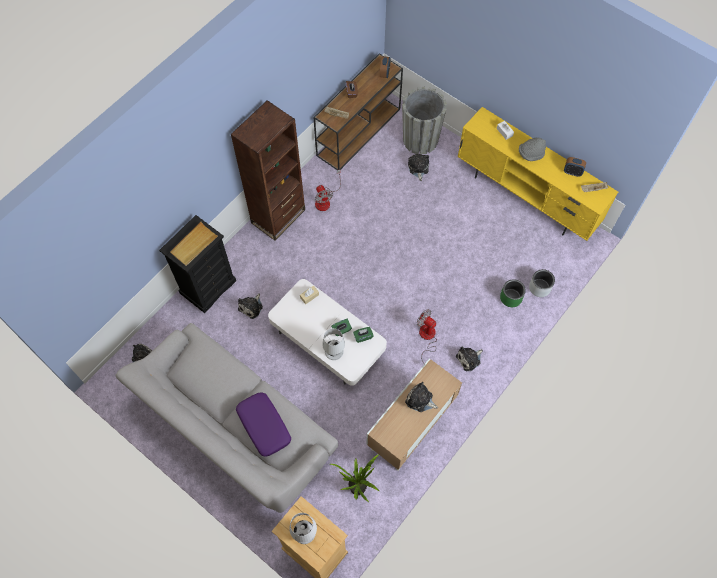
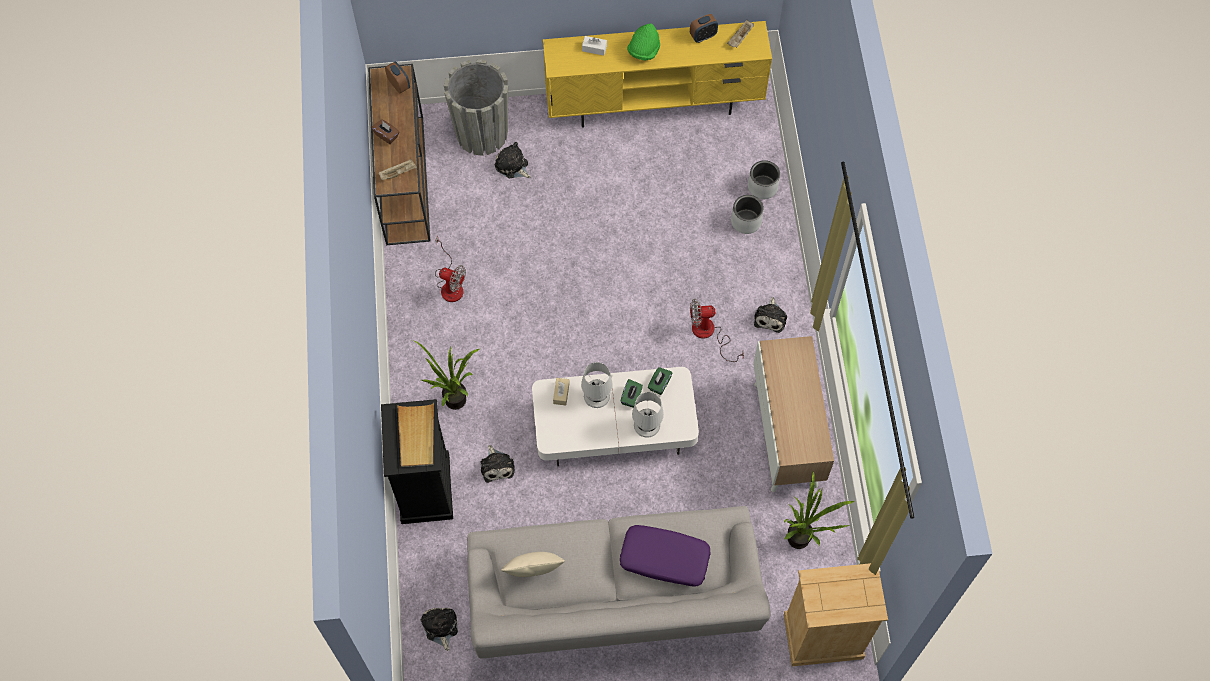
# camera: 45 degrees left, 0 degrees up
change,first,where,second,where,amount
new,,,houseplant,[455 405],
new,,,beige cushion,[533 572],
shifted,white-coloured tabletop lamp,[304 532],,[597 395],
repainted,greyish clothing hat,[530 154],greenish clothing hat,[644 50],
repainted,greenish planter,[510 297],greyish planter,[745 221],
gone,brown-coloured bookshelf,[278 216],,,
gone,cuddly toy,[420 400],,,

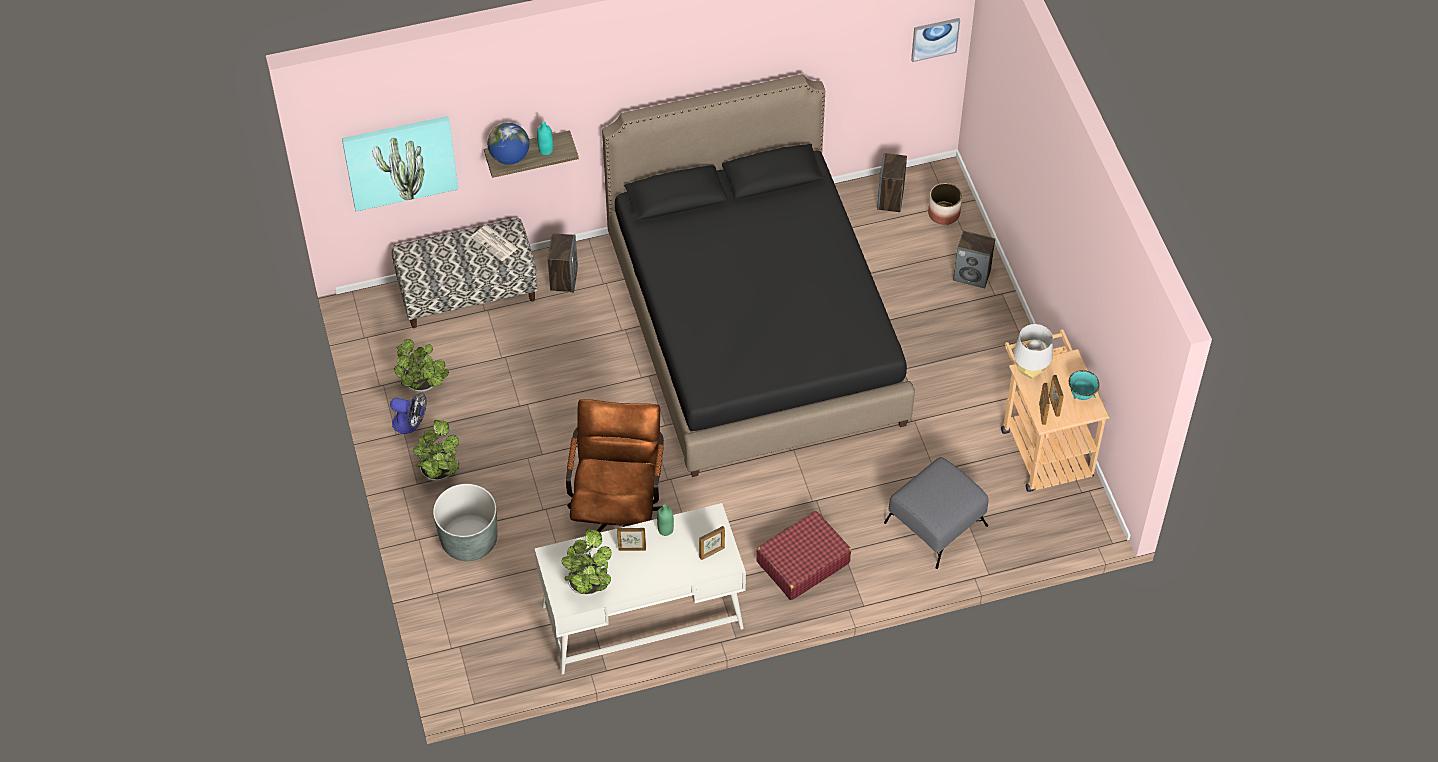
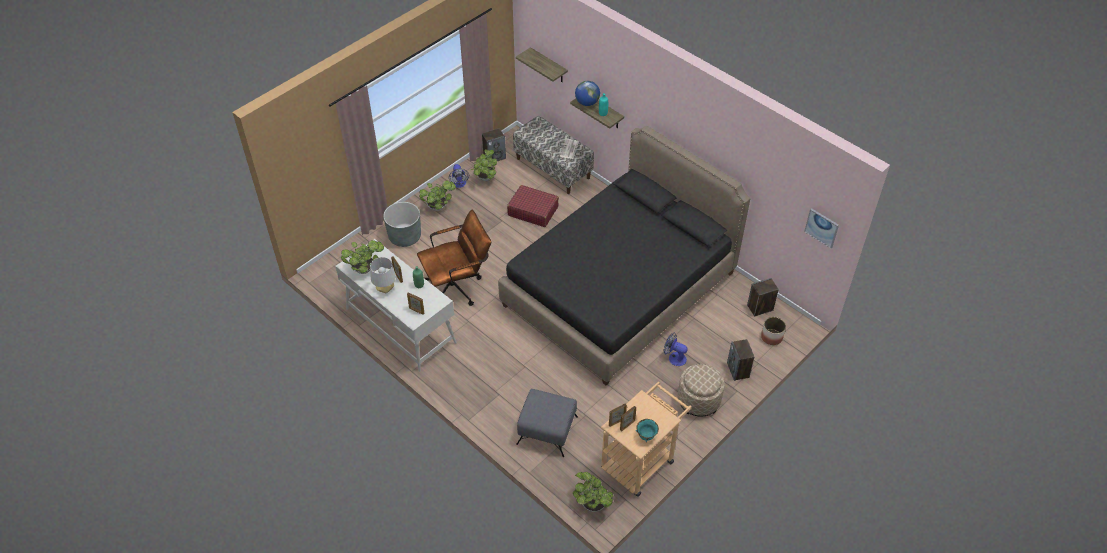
# camera: 60 degrees right, 5 degrees down
change,first,where,second,where,amount
shifted,greyish tabletop lamp,[1030 371],,[385 289],
shifted,audio speaker,[563 278],,[494 157],
shifted,red suitcase,[802 562],,[533 211],
swapped,wall art,[400 161],shelf,[549 66],
new,,,houseplant,[592 503],
new,,,fan,[674 357],
new,,,beige ottoman,[698 400],

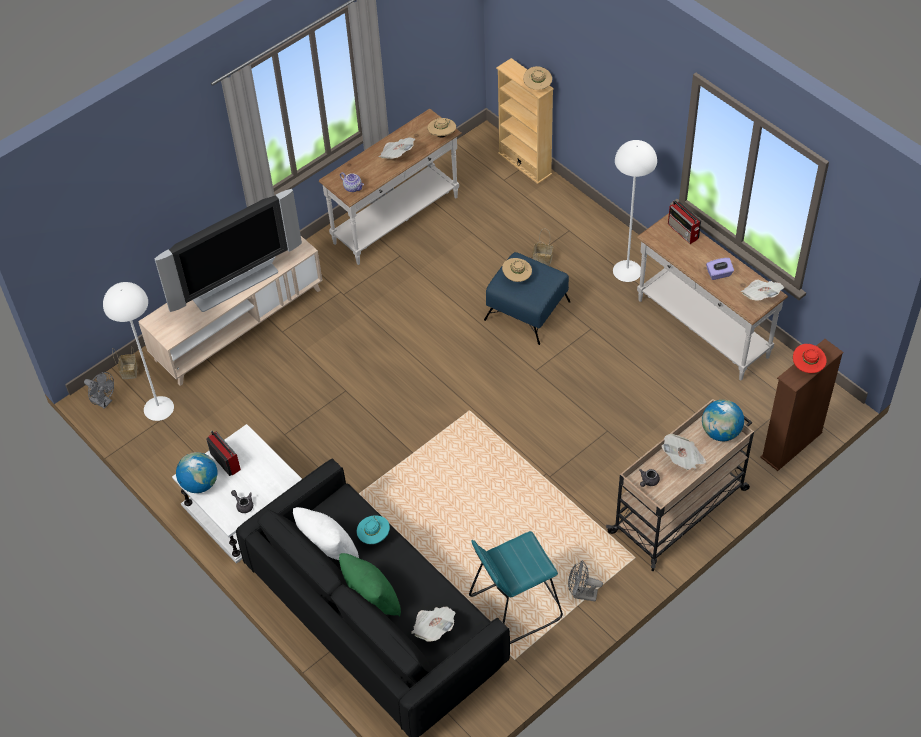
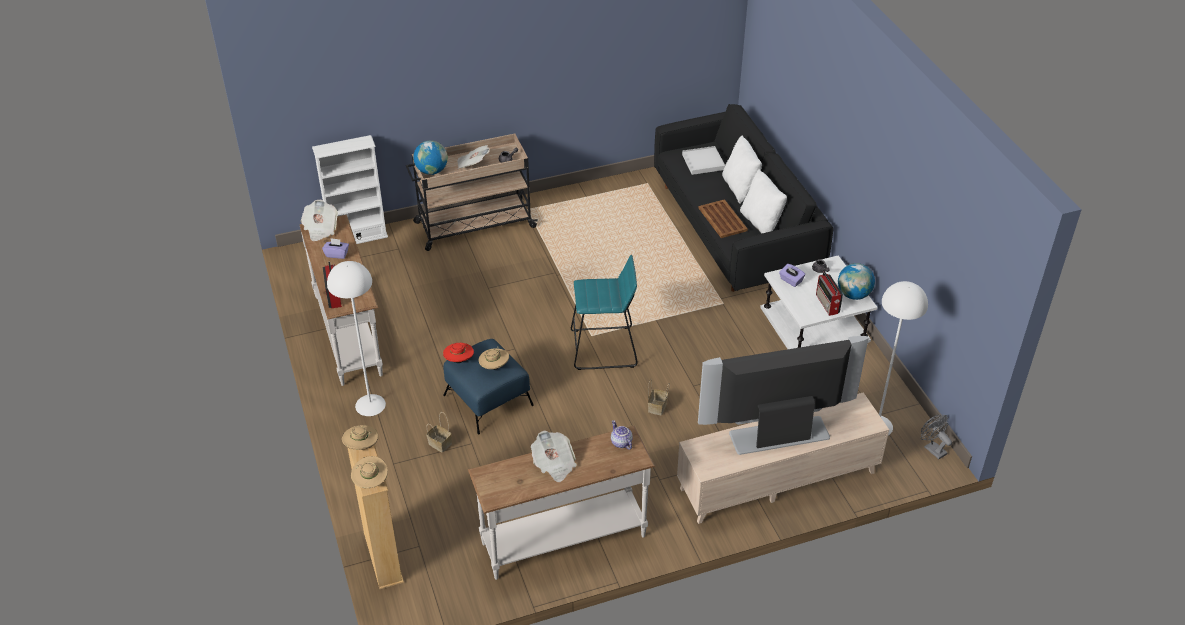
# camera: 160 degrees left, 10 degrees down
change,first,where,second,where,amount
repainted,brown-coloured bookshelf,[791 445],white-coloured bookshelf,[358 237],
shifted,beige clothing hat,[442 135],,[370 482],
shifted,red clothing hat,[807 366],,[459 360],
shifted,blue-green stool seat,[515 607],,[603 348],
shifted,basket,[129 370],,[657 408],
swapped,printed paper,[433 628],white-coloured serving tray,[703 162],
swapped,blue-green clothing hat,[374 536],brown-coloured serving tray,[722 220],
repainted,greenish cushion,[372 599],white-coloured cushion,[740 188],
new,,,purple-coloured tissue box,[791 280],
gone,greyish fan,[581 594],,,

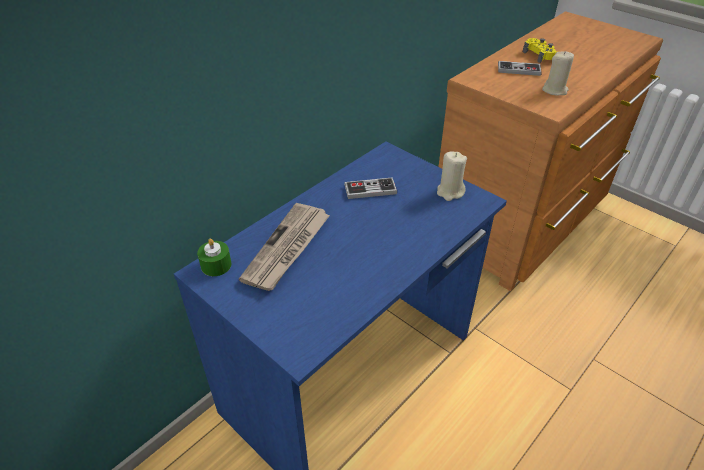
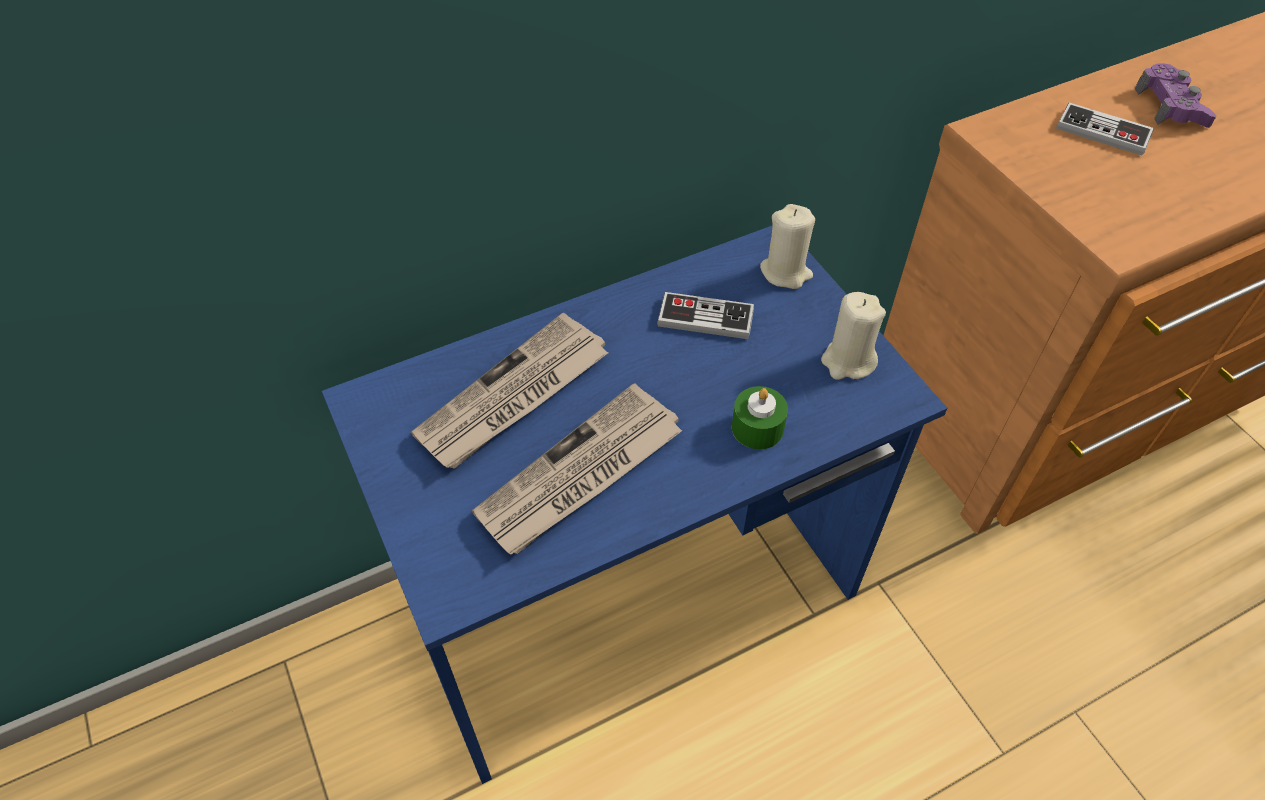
# camera: 20 degrees right, 10 degrees up
change,first,where,second,where,amount
new,,,printed paper,[580 474],
shifted,greenish wax light,[216 265],,[757 428],
shifted,beige wax light,[555 90],,[785 272],
repainted,yellow-coloured game controller,[541 55],purple-coloured game controller,[1171 106],

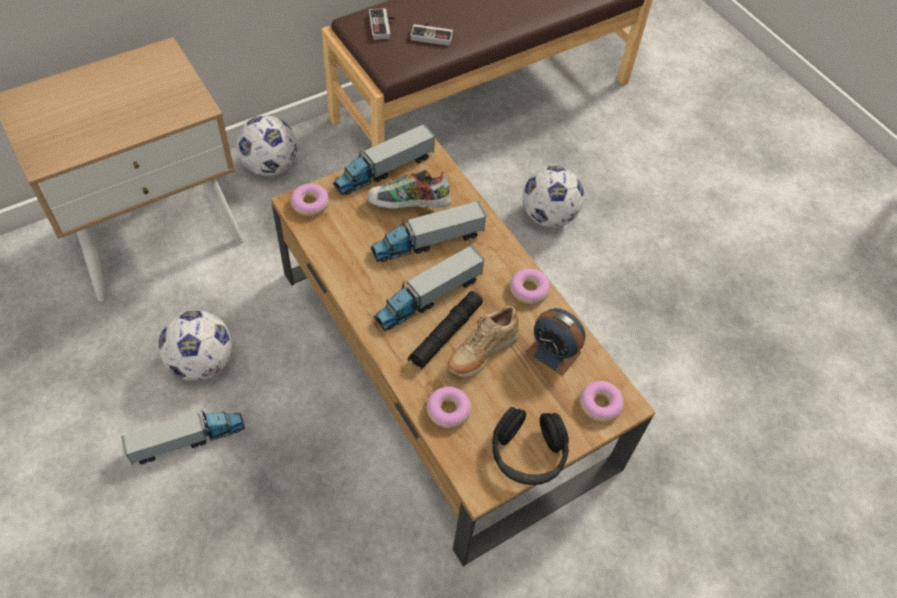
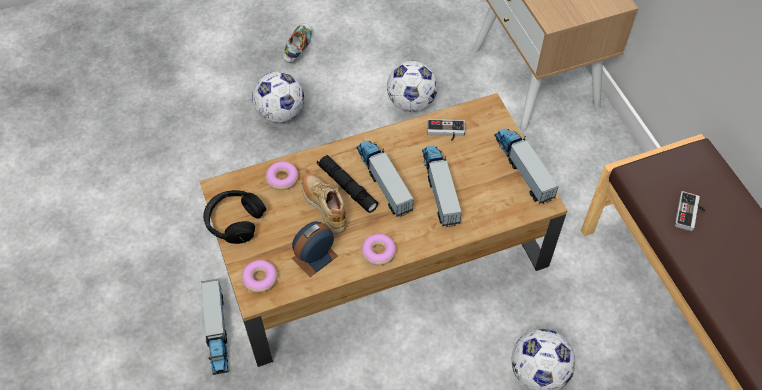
# camera: 105 degrees right, 0 degrees up
change,first,where,second,where,amount
shifted,model truck,[188 440],,[217 331],
shifted,ball for football,[270 166],,[281 113],
shifted,low shoe,[408 206],,[298 49],
shifted,game controller,[383 26],,[445 132],
gone,ring doughnut,[310 203],,,

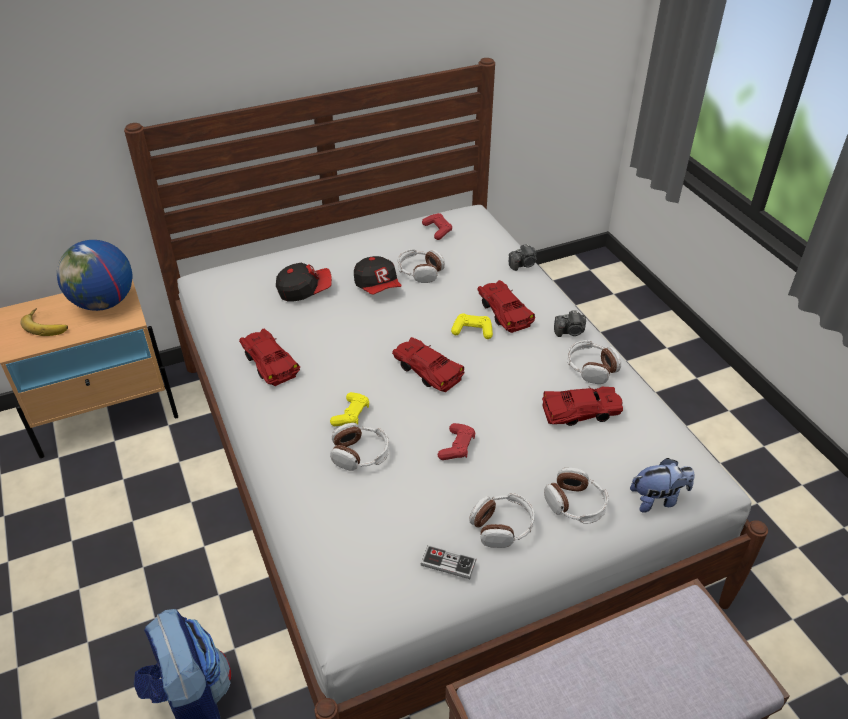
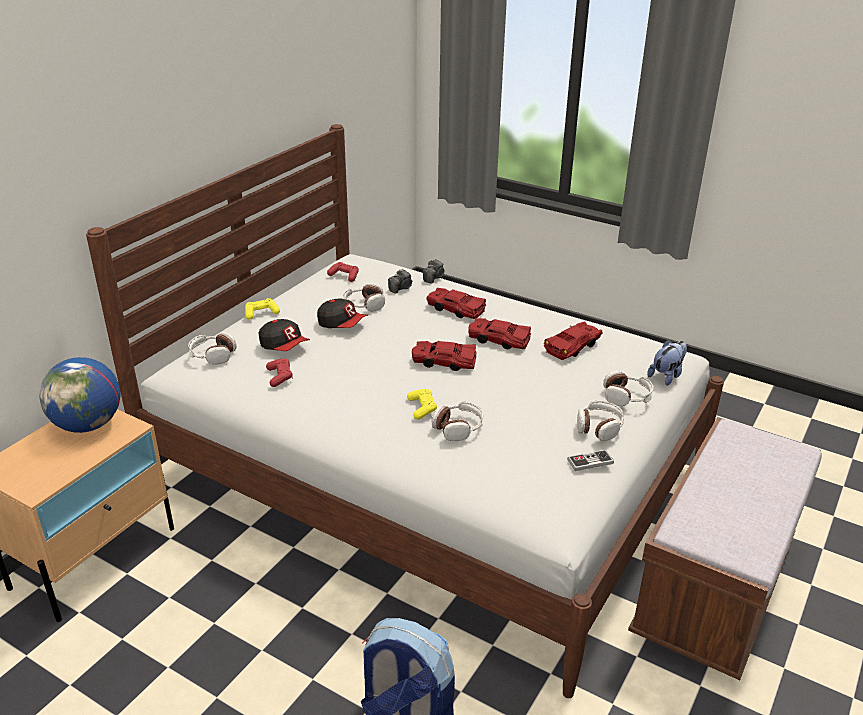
# camera: 35 degrees left, 10 degrees down
change,first,where,second,where,amount
shifted,headset,[591 368],,[212 355],
shifted,yellow-coloured game controller,[472 331],,[261 313],
rotated,peaked cap,[304 290],,[284 346],90 degrees clockwise
shifted,red game controller,[457 447],,[279 376],
shifted,photo camera,[570 332],,[401 288],
shifted,red model car,[269 363],,[498 340],
gone,whole banana,[47 325],,,

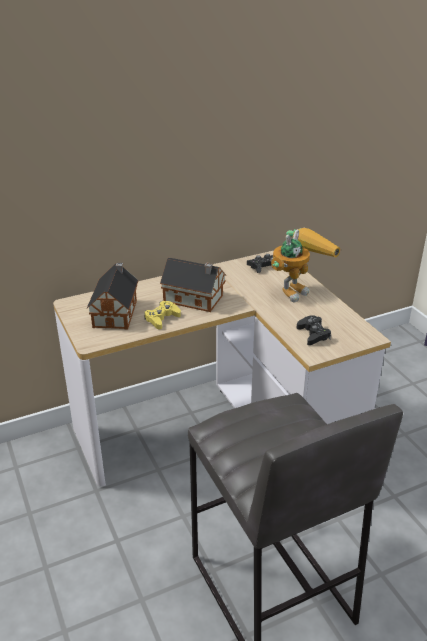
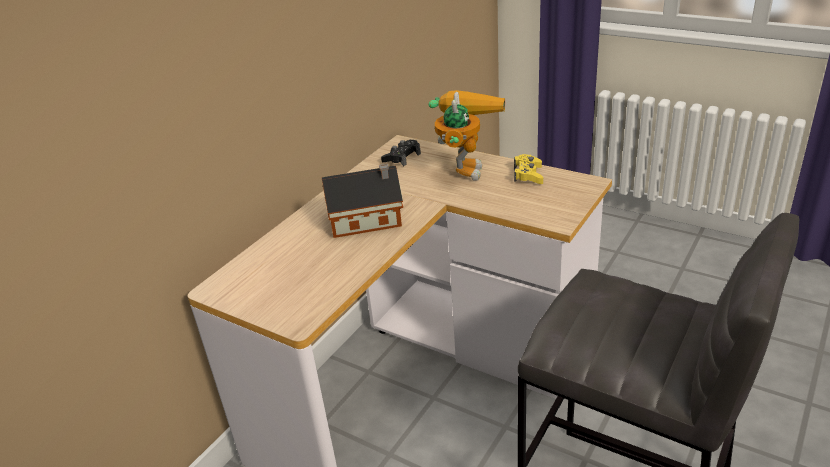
# camera: 30 degrees left, 0 degrees up
change,first,where,second,where,amount
shifted,yellow-coloured game controller,[162 318],,[528 175],
gone,model house,[116 312],,,
gone,black-coloured game controller,[313 334],,,

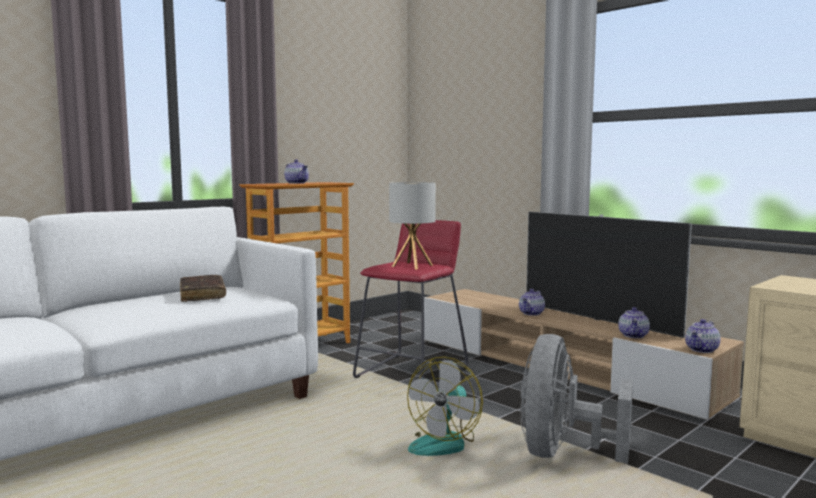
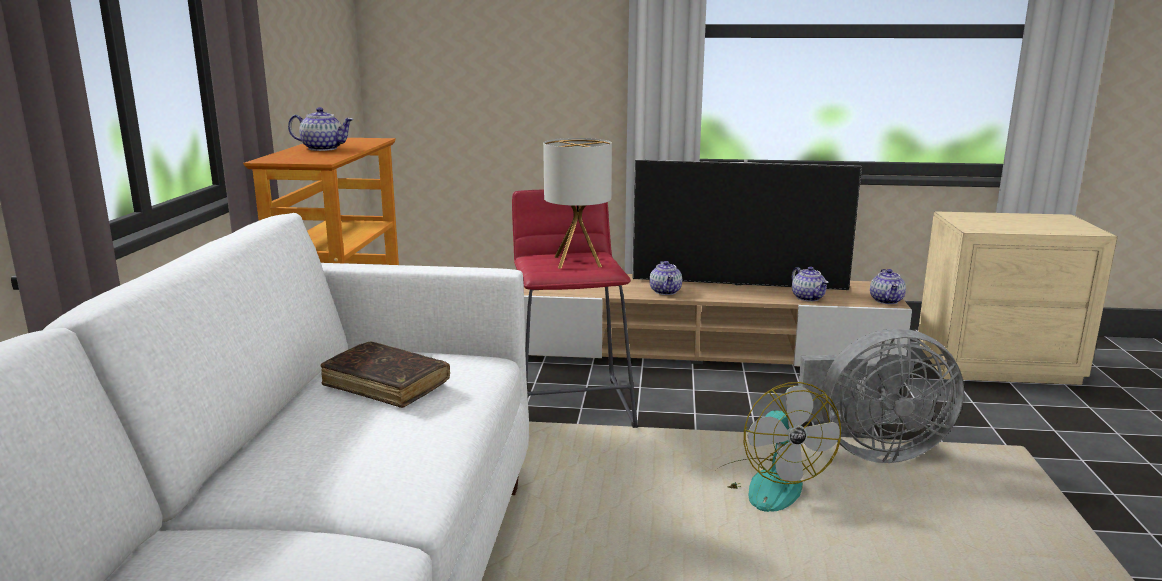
# camera: 40 degrees left, 10 degrees up
change,first,where,second,where,amount
rotated,greyish fan,[562 452],,[871 450],75 degrees counterclockwise

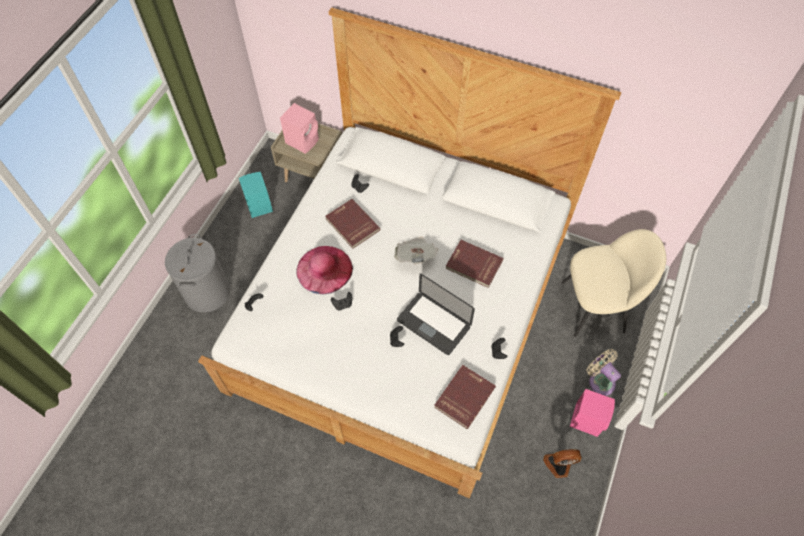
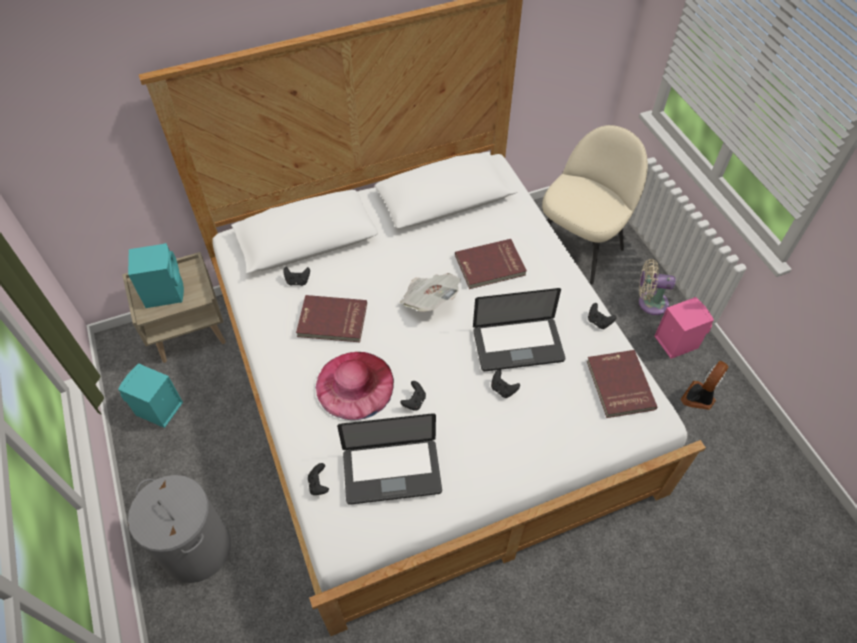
# camera: 45 degrees left, 5 degrees down
change,first,where,second,where,amount
repainted,pink-coloured audio speaker,[303 140],blue-green audio speaker,[164 291],
new,,,notebook computer,[392 472],

